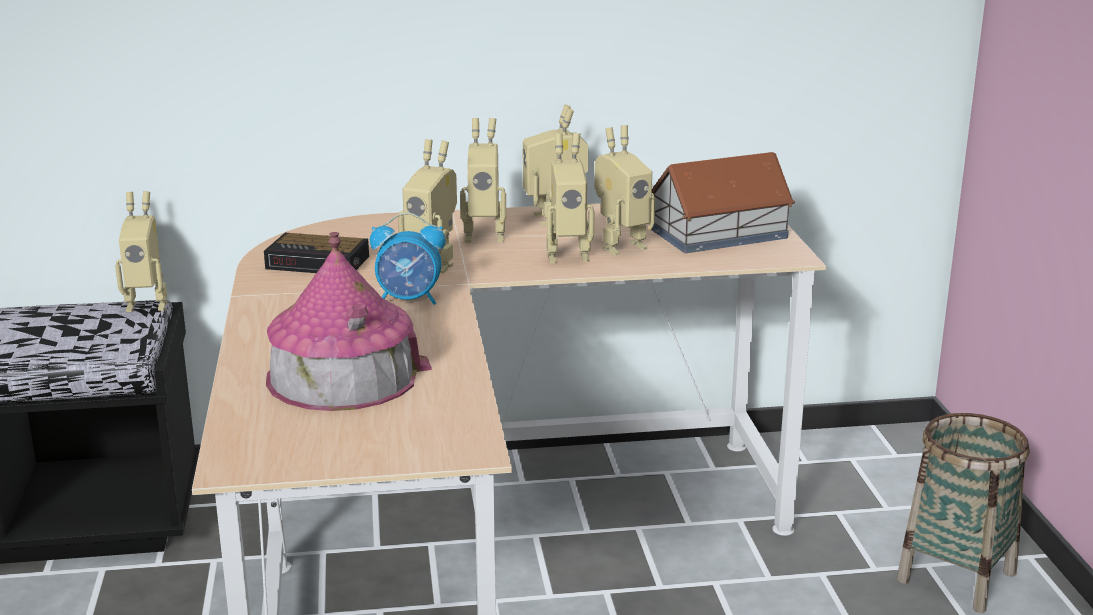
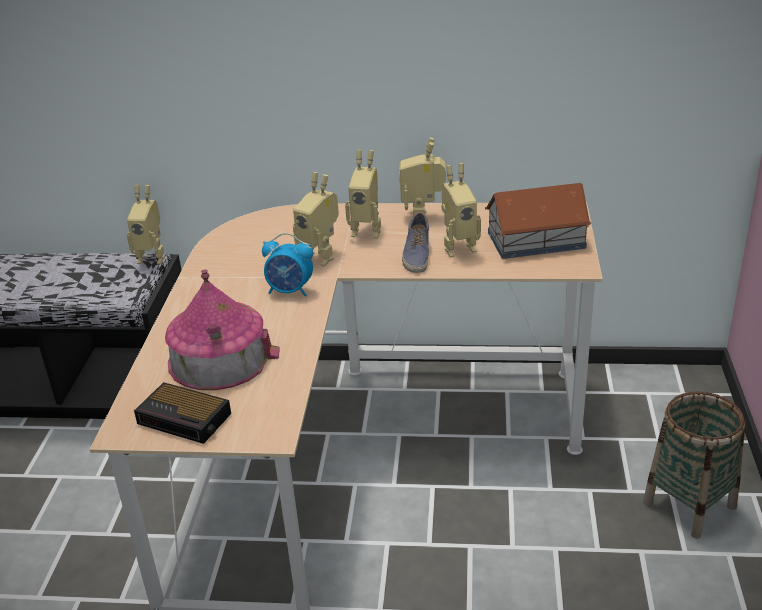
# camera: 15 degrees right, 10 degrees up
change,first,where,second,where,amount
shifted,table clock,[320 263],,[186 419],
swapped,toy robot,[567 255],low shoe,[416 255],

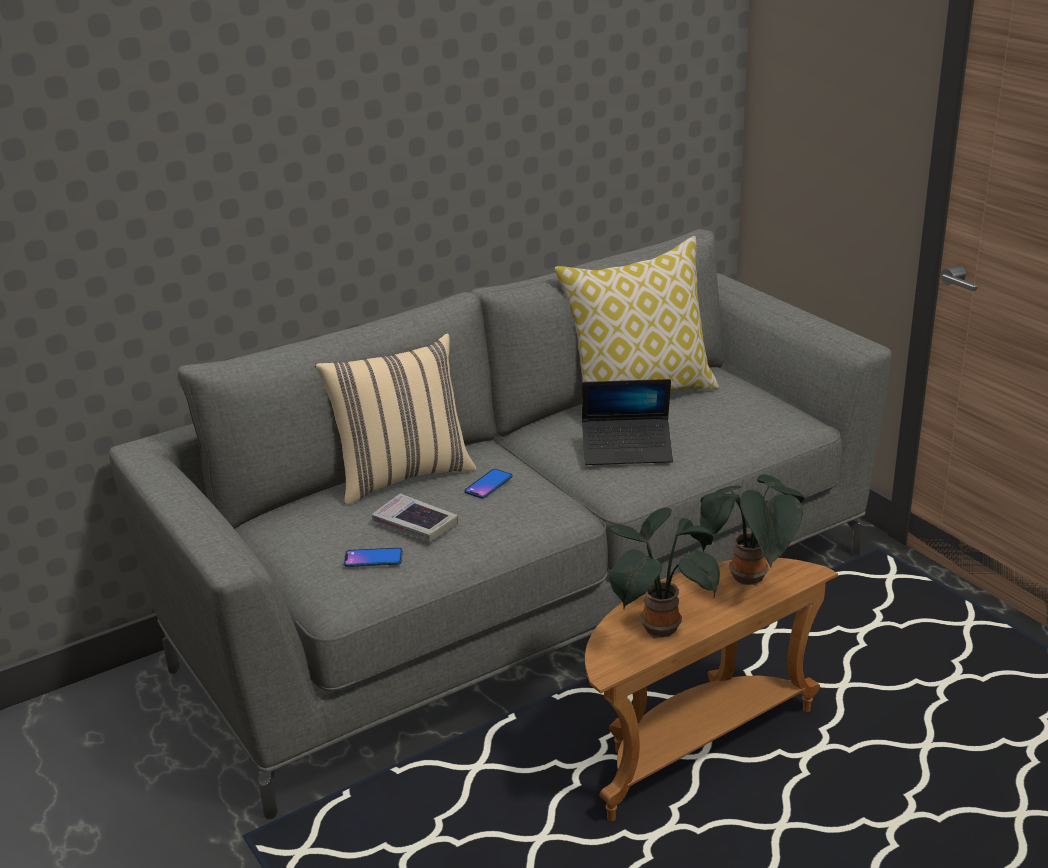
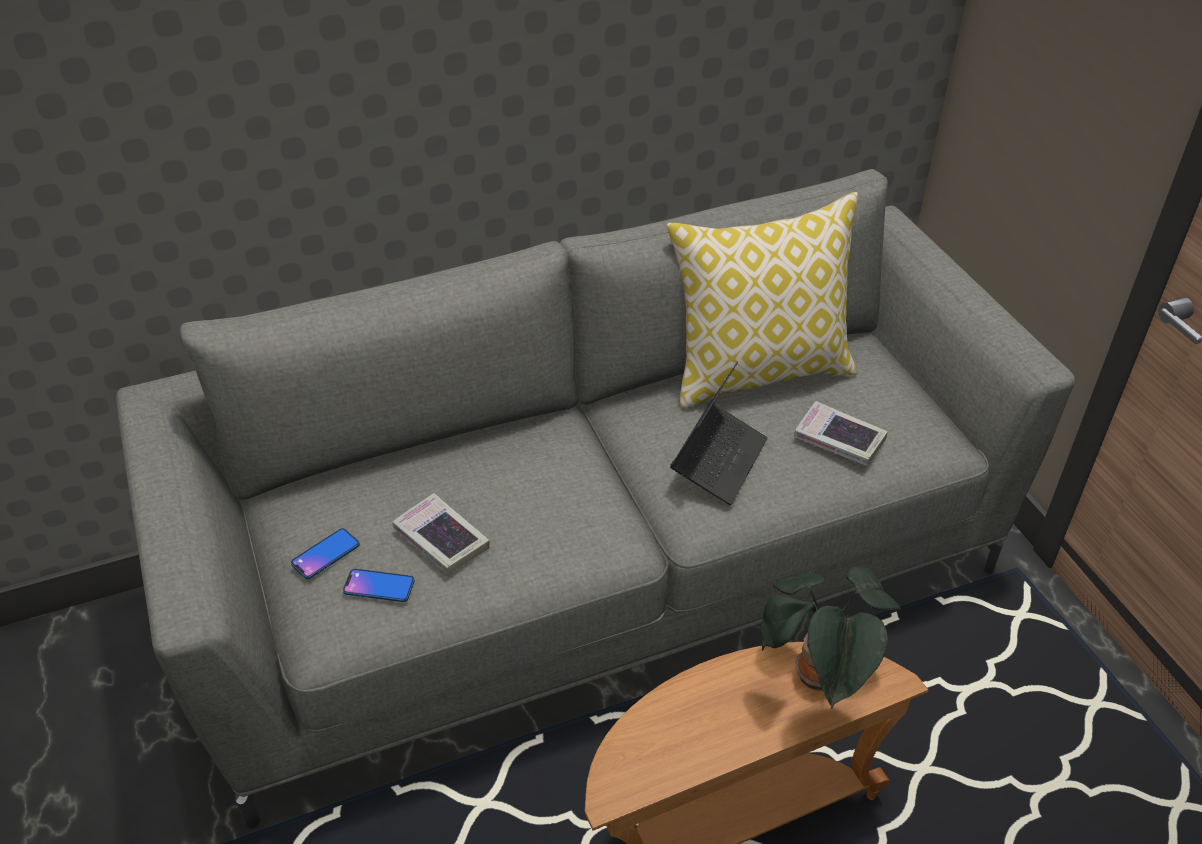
# camera: 10 degrees right, 15 degrees up
change,first,where,second,where,amount
shifted,phone,[488 484],,[325 554],
rotated,notebook computer,[627 450],,[719 460],75 degrees counterclockwise
new,,,book,[839 439],
gone,beige cushion,[401 476],,,
gone,houseplant,[658 626],,,

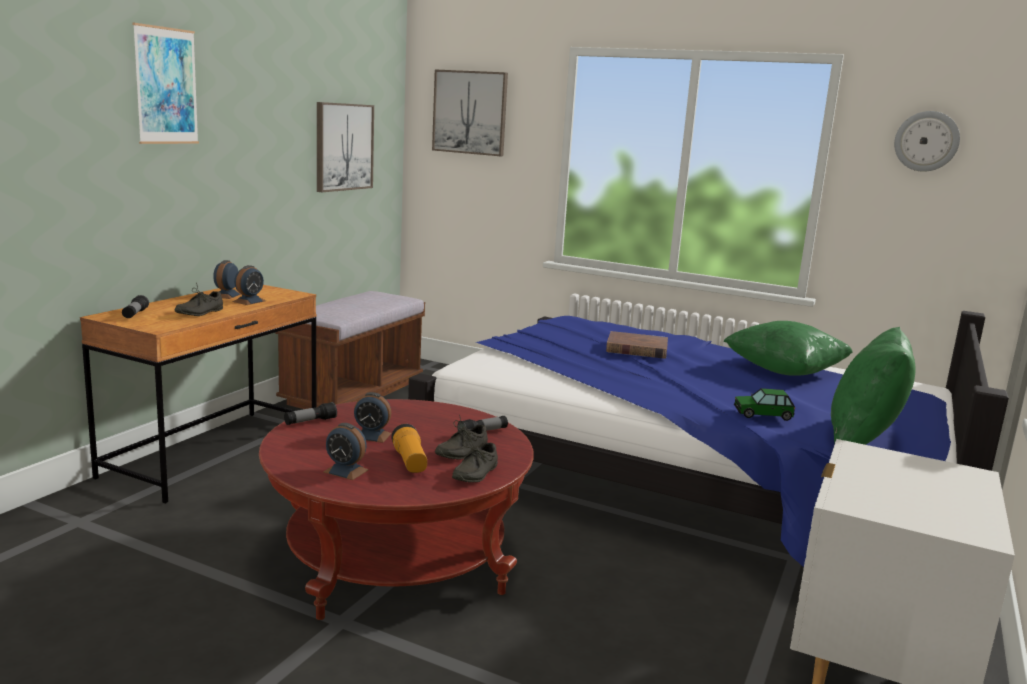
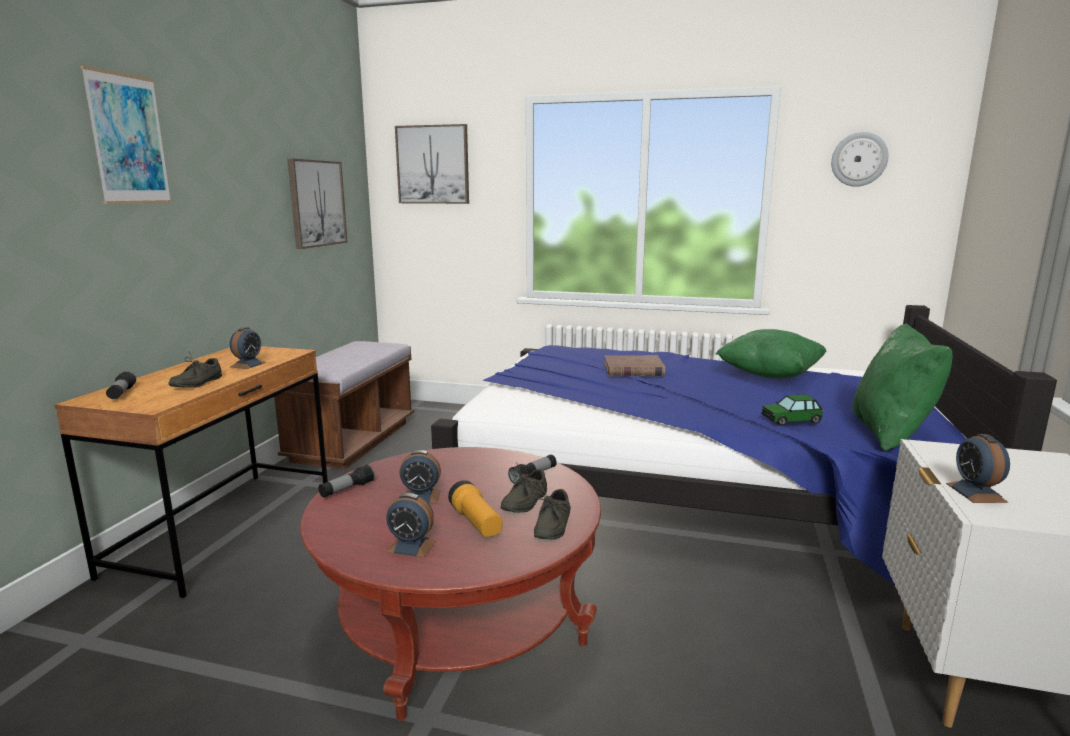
# camera: 10 degrees left, 0 degrees up
change,first,where,second,where,amount
shifted,table clock,[226 295],,[976 492],

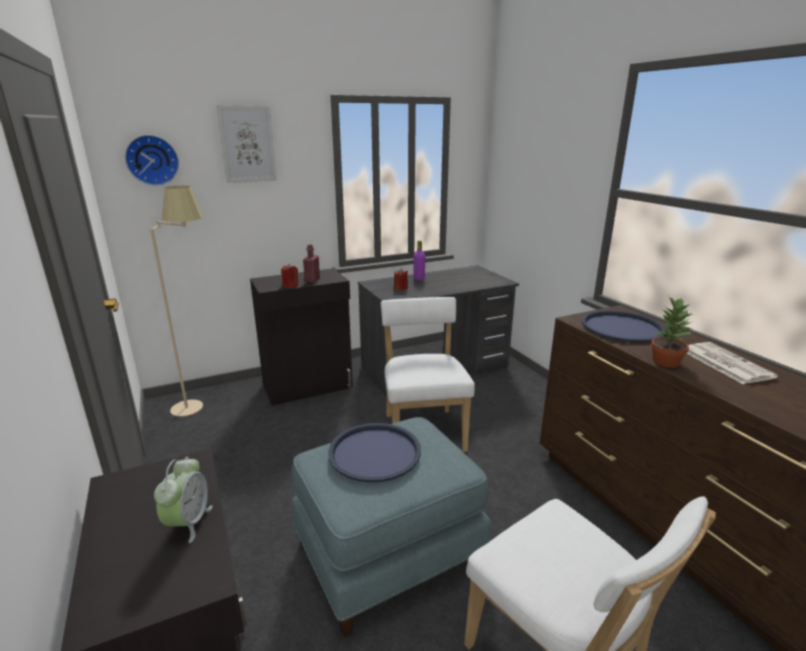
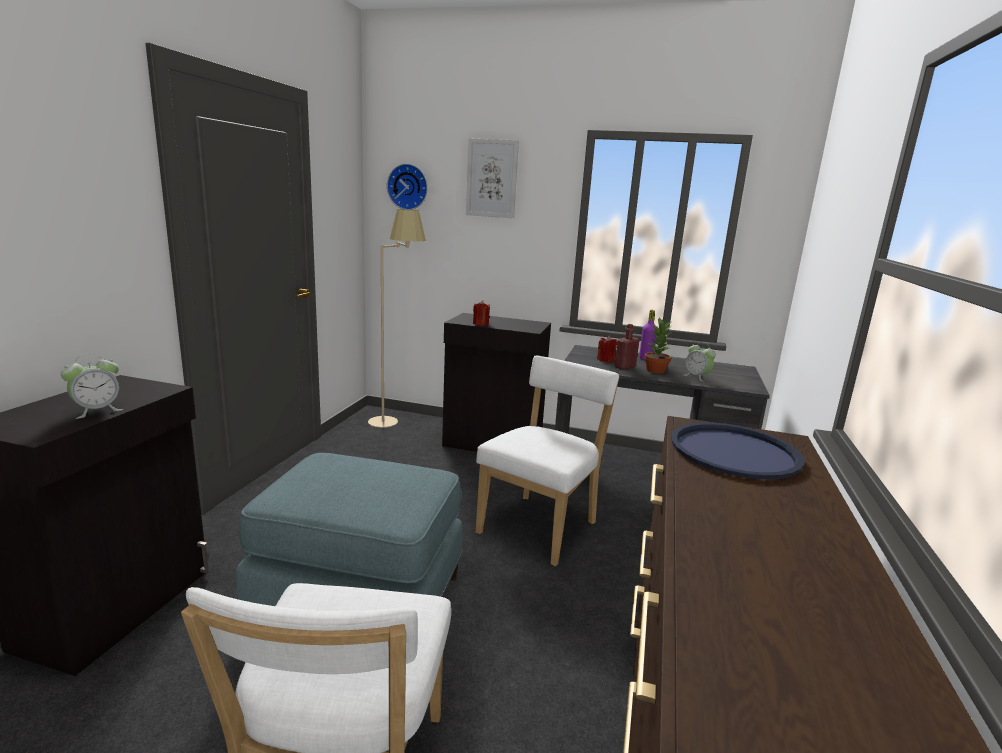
# camera: 40 degrees right, 5 degrees down
change,first,where,second,where,amount
shifted,red bottle,[312 280],,[625 367],
shifted,houseplant,[665 361],,[656 370],
new,,,table clock,[697 377],
gone,bluish serving tray,[374 452],,,
gone,printed paper,[724 363],,,

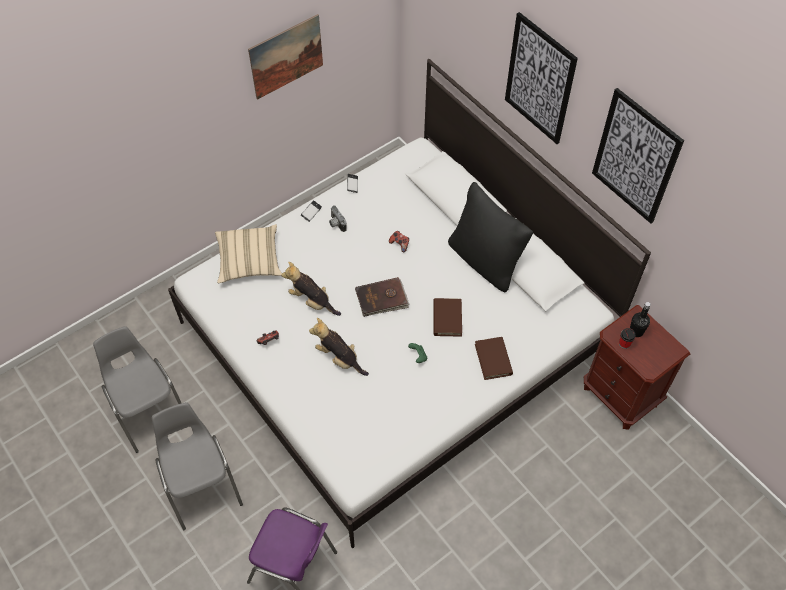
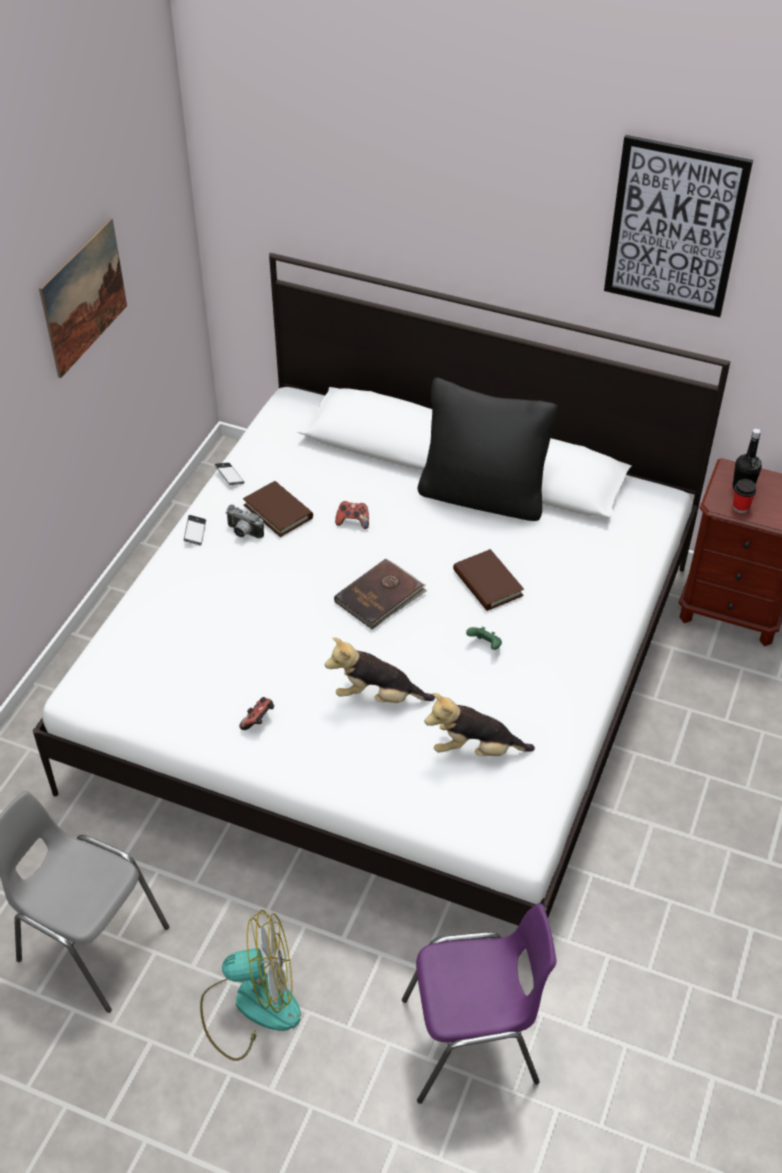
# camera: 30 degrees left, 10 degrees down
change,first,where,second,where,amount
swapped,greyish plain chair,[202 486],fan,[251 1005],
shifted,brown-coloured book,[493 359],,[278 511],
shifted,cuddly toy,[312 301],,[475 749],
gone,beige cushion,[249 261],,,
gone,wall art,[539 79],,,

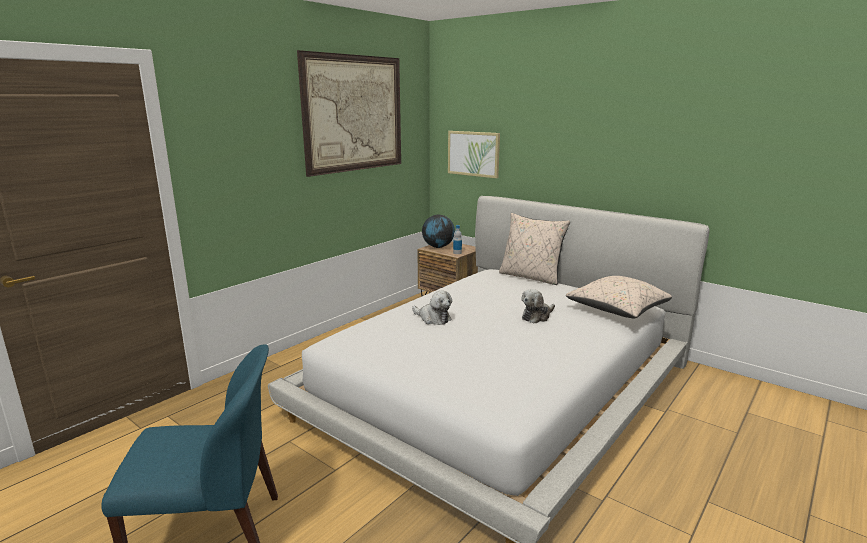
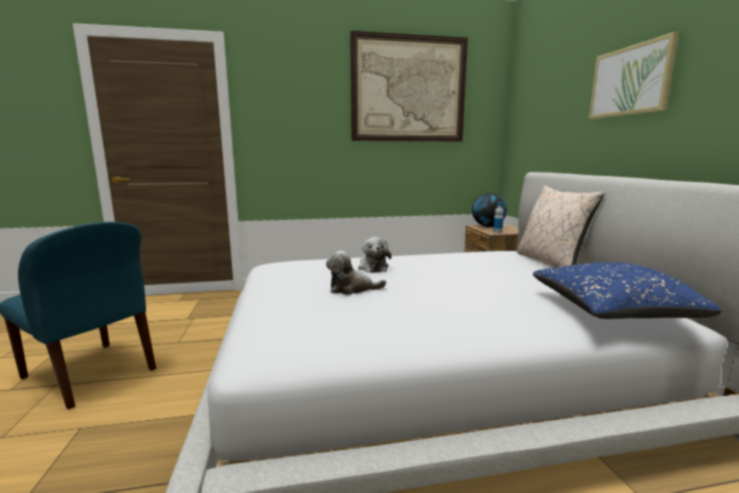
# camera: 40 degrees right, 5 degrees down
change,first,where,second,where,amount
shifted,cuddly toy,[537 316],,[352 289],
repainted,beige cushion,[617 310],bluish cushion,[611 312],
shifted,wall art,[473 153],,[630 81],

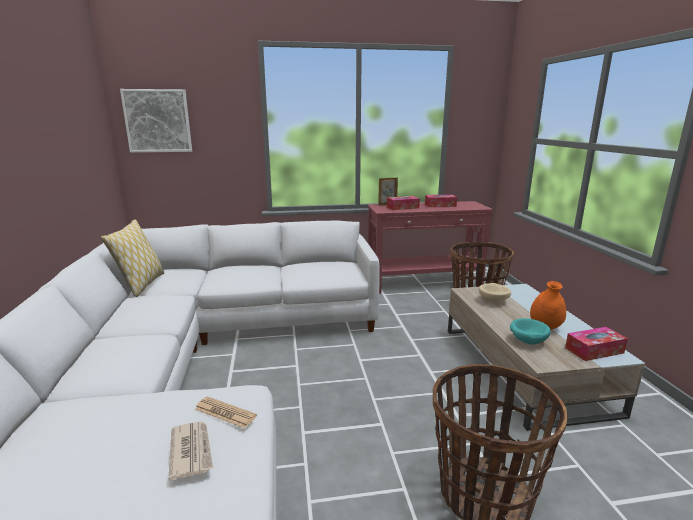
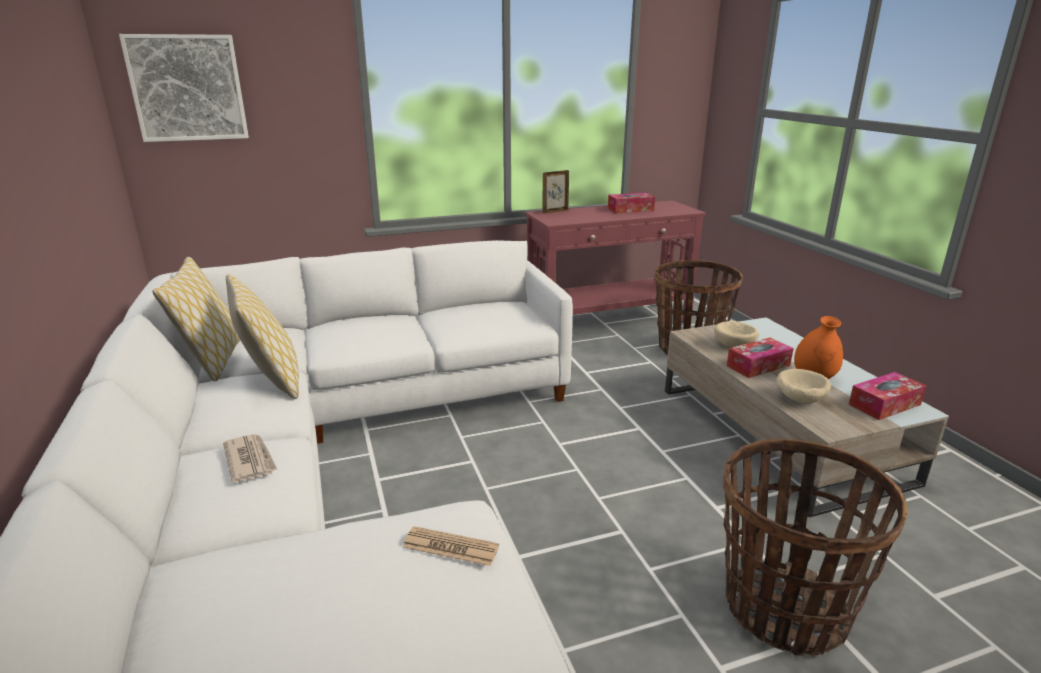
# camera: 10 degrees left, 5 degrees up
change,first,where,second,where,amount
shifted,printed paper,[191 451],,[250 460],
new,,,cushion,[272 381],
shifted,tissue box,[402 207],,[758 365],
repainted,blue-green bowl,[527 341],beige bowl,[799 399],

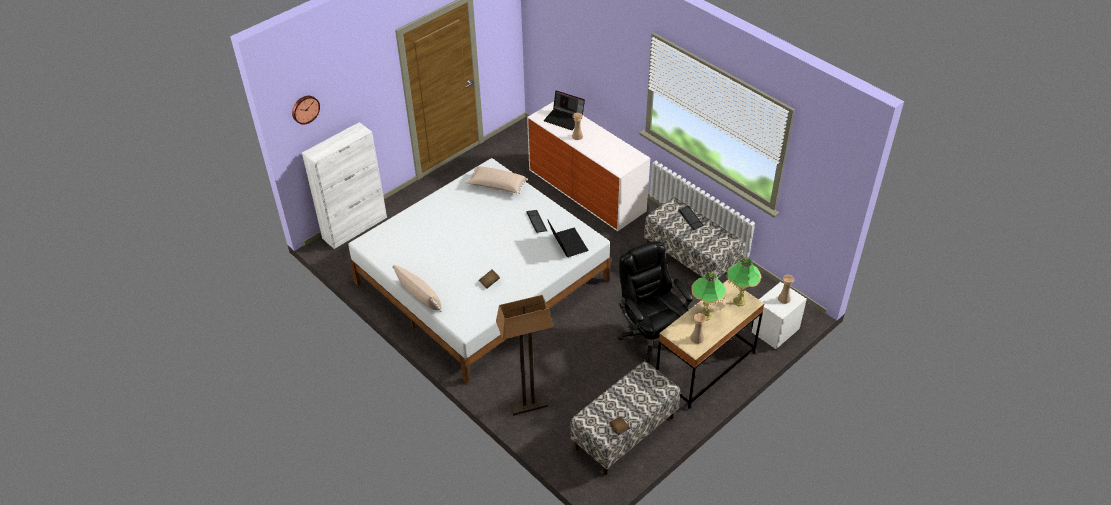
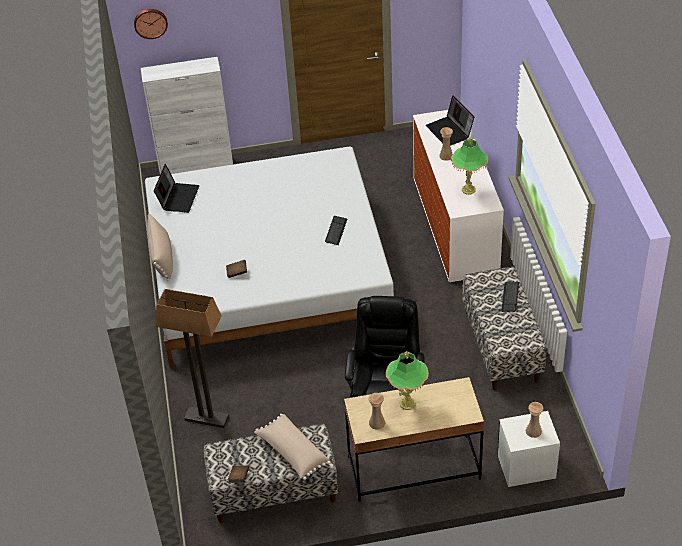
# camera: 35 degrees right, 0 degrees up
change,first,where,second,where,amount
shifted,notebook computer,[567 243],,[178 197],
shifted,beige cushion,[496 186],,[292 452],
shifted,tabletop lamp,[739 301],,[468 190],

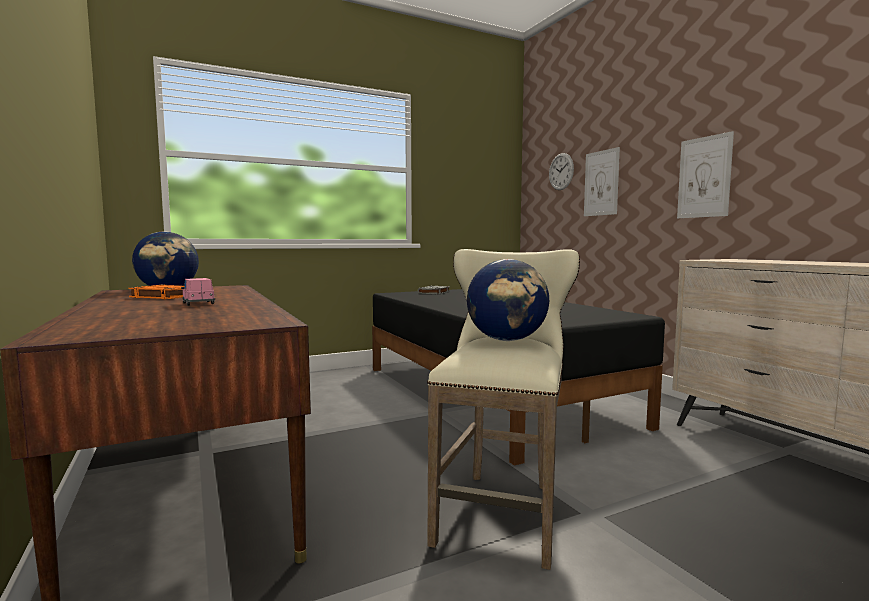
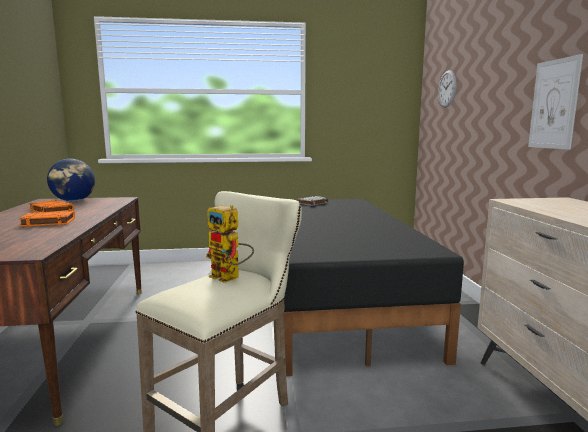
# camera: 20 degrees right, 5 degrees up
change,first,where,second,where,amount
swapped,pink-coloured model car,[198 303],orangey book,[47 222],
swapped,desk globe,[507 340],toy robot,[230 278],
gone,wall art,[601 183],,,

